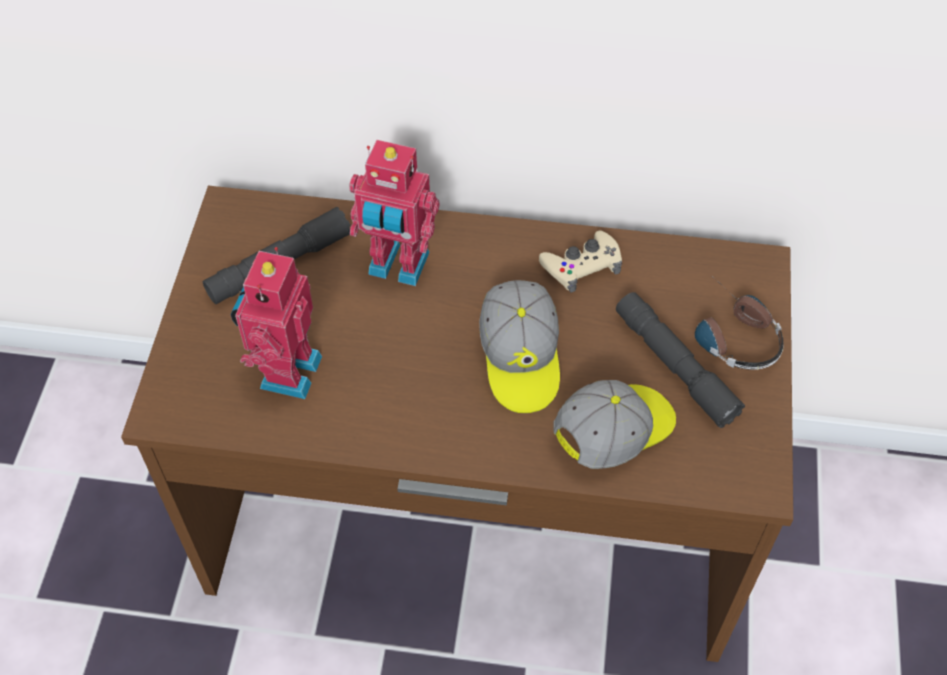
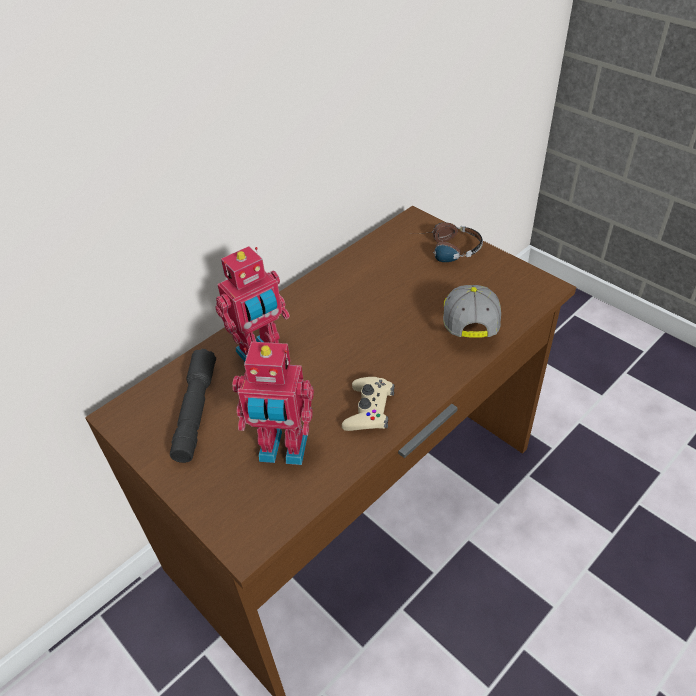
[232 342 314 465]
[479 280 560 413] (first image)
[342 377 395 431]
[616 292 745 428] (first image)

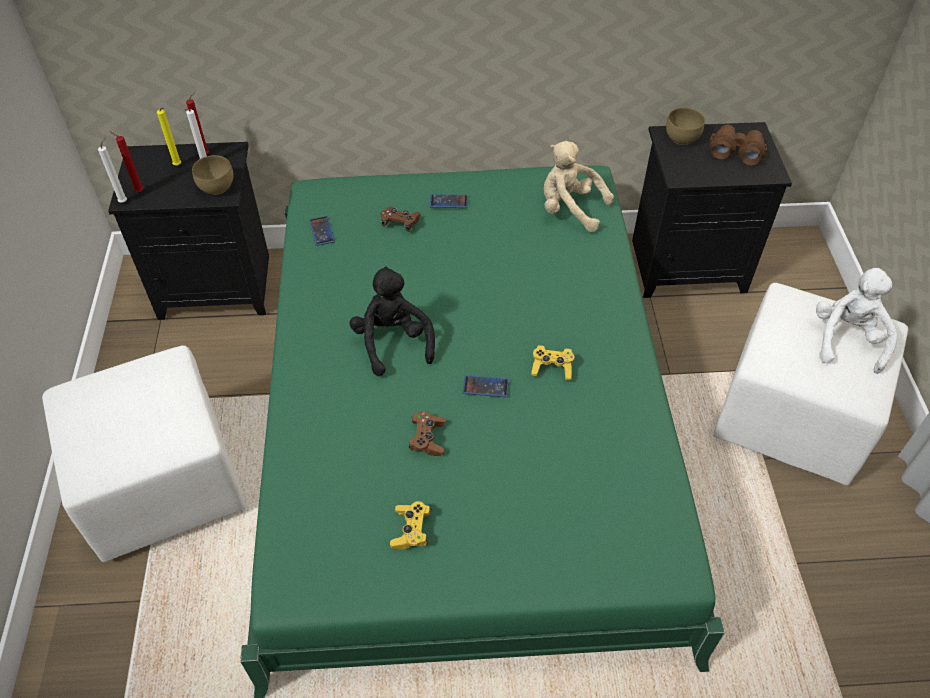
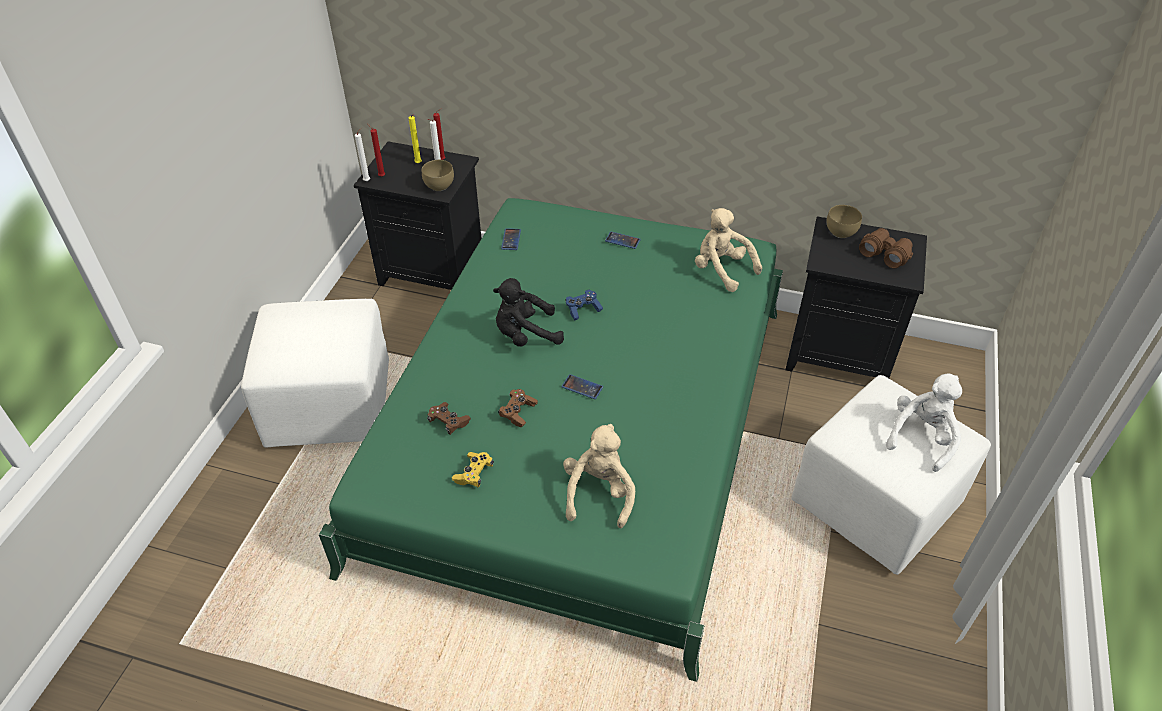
[493 278 564 347]
[427 402 471 435]
[531 345 575 380] (first image)
[563 424 635 528]
[566 290 603 320]

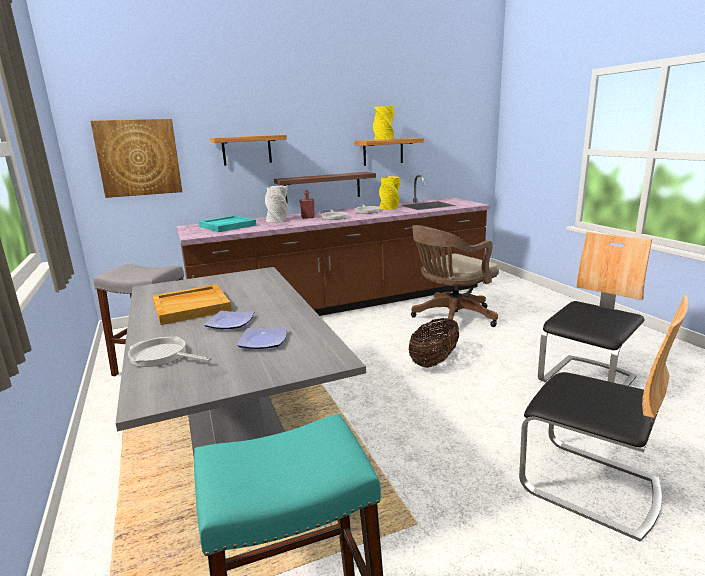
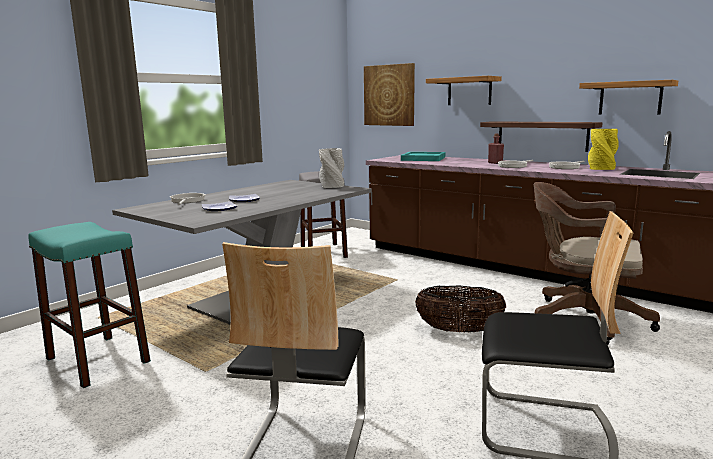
[152 284 232 325] (first image)
[319 148 344 188]
[373 106 395 140] (first image)

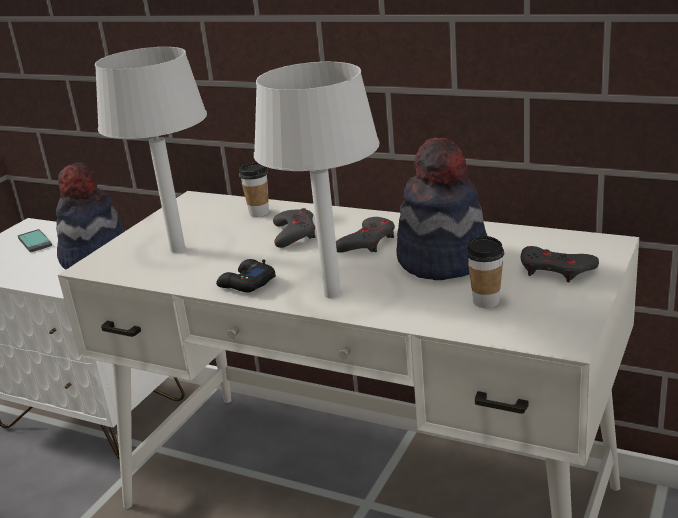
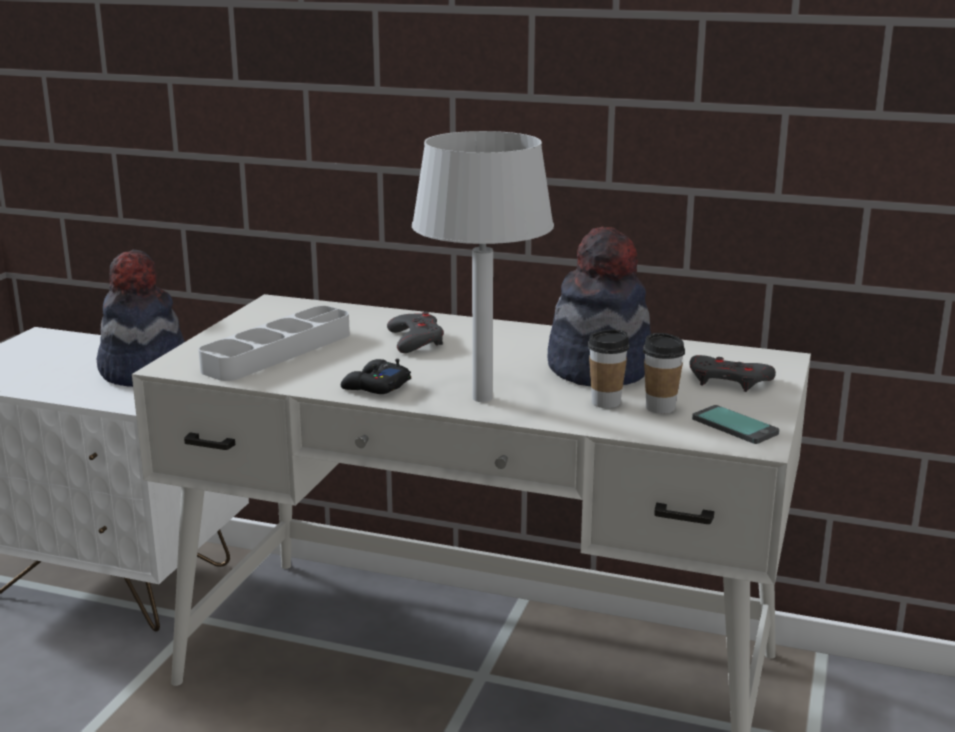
[692 405 779 444]
[198 306 350 381]
[588 329 629 408]
[336 217 395 253] (first image)

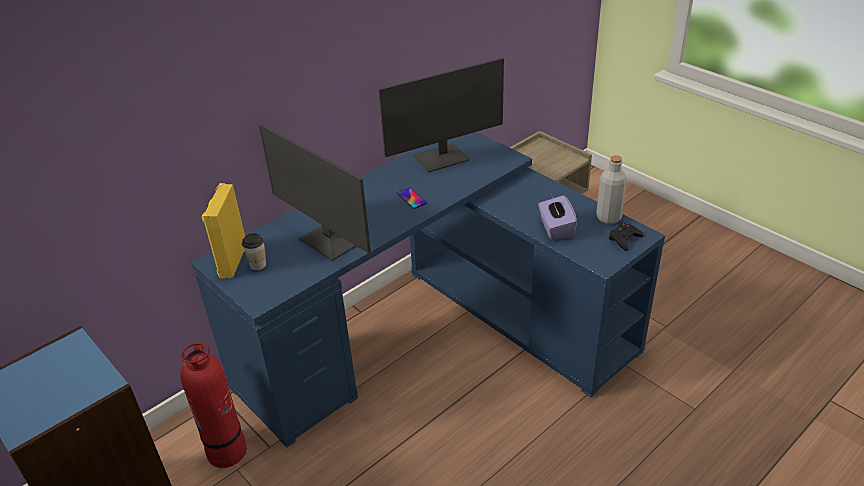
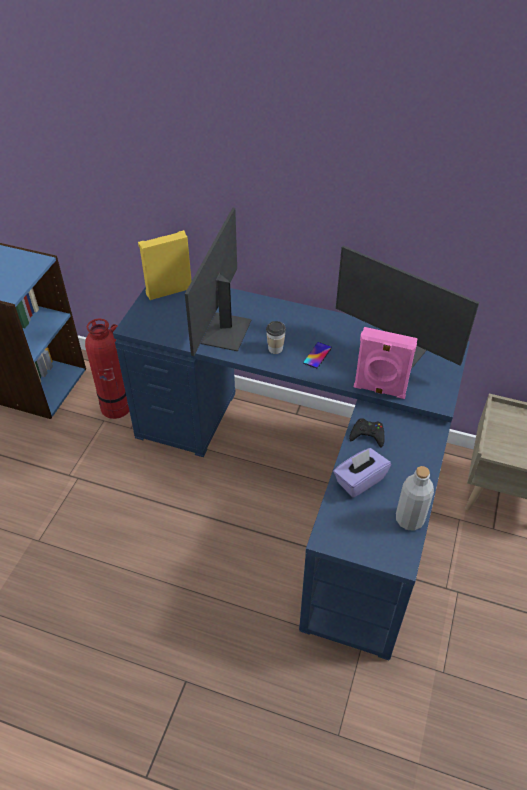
[266 321 286 354]
[349 418 385 448]
[354 327 418 399]

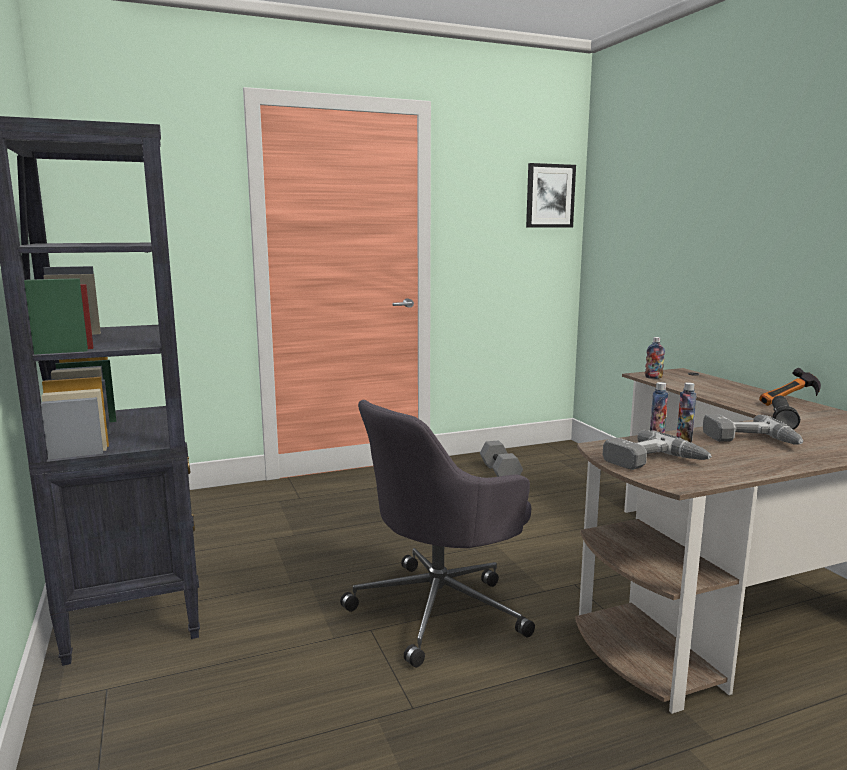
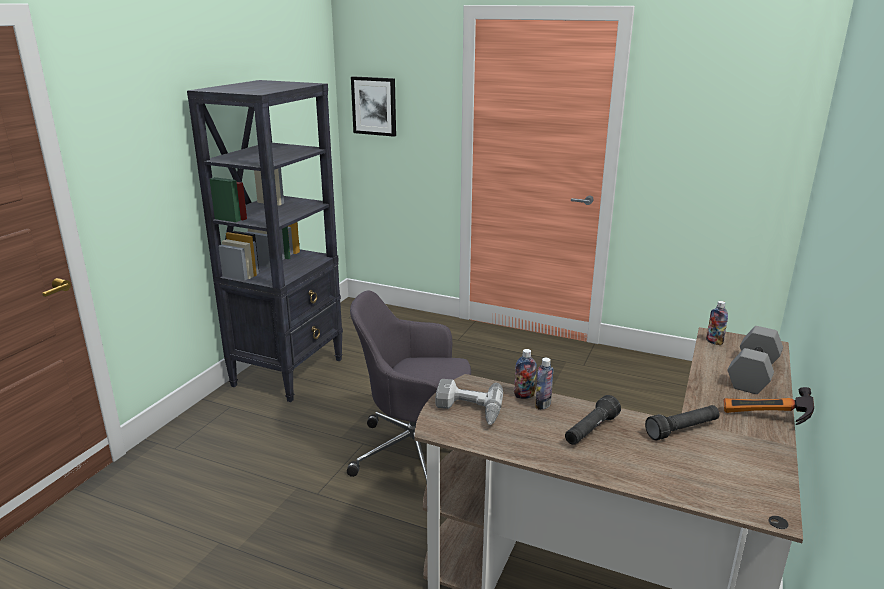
[728 326 783 394]
[351 76 396 137]
[565 395 621 445]

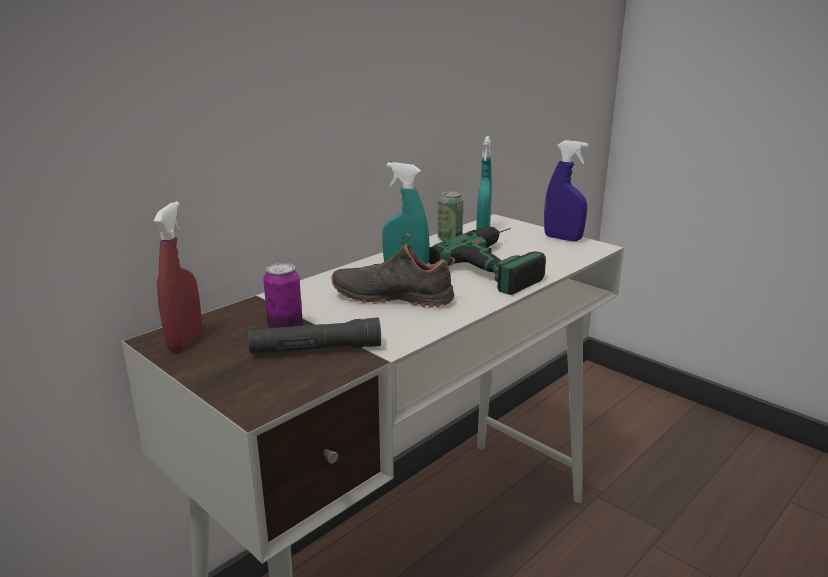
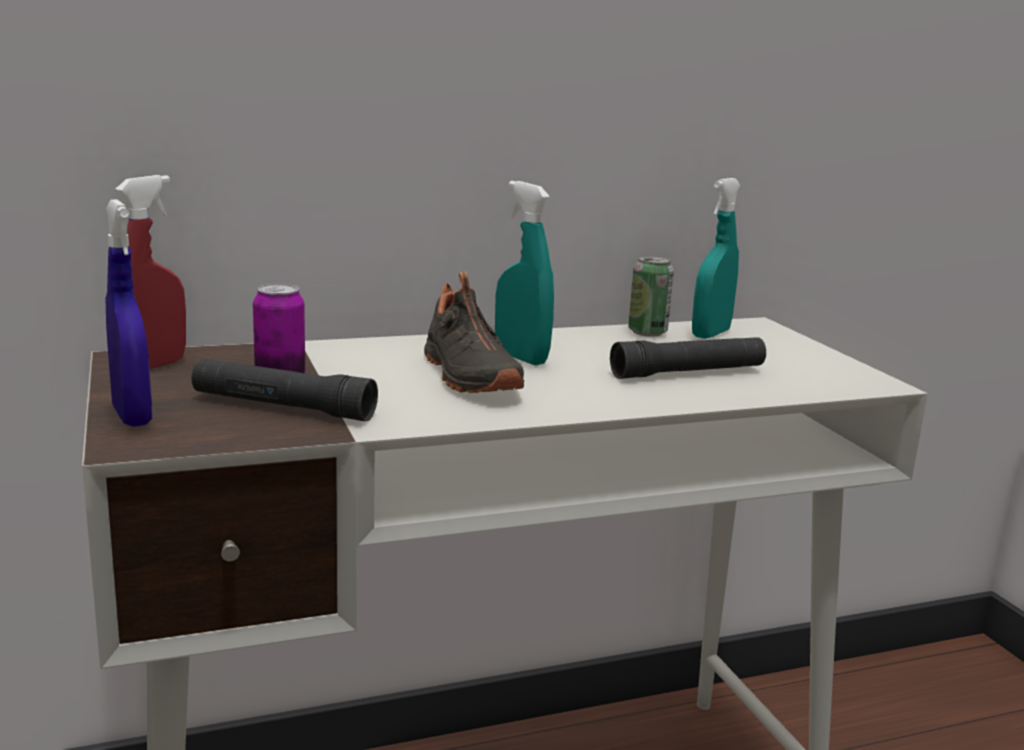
[424 271 524 393]
[610 337 766 379]
[105 199 152 427]

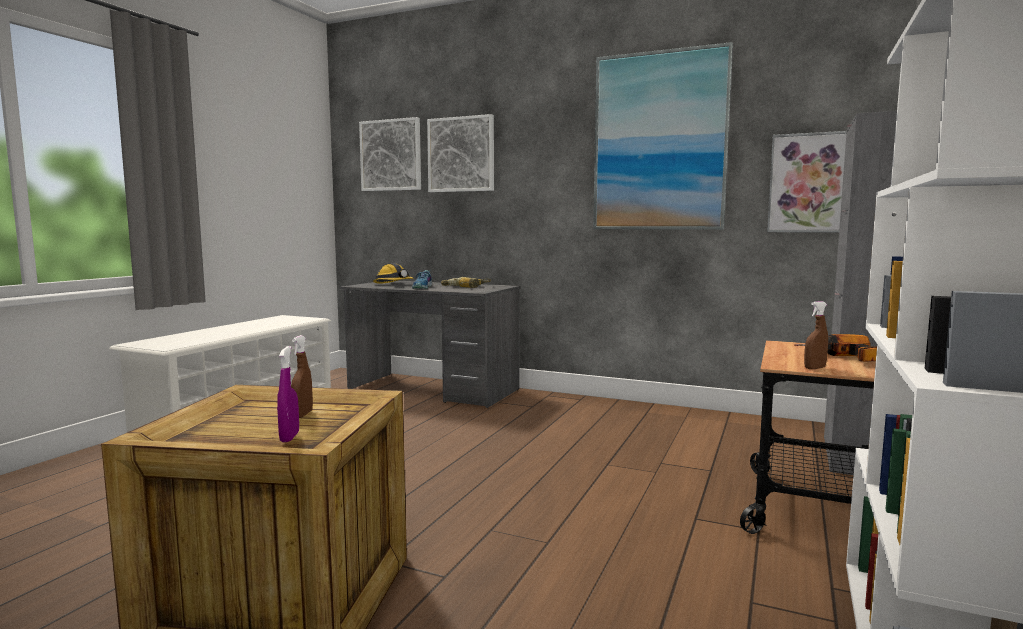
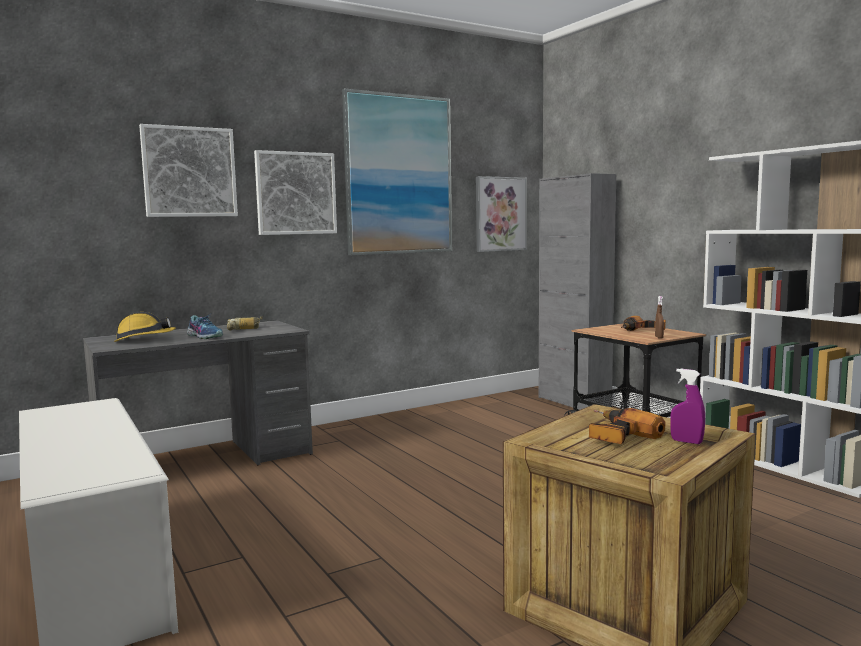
[589 408 665 444]
[254 150 337 235]

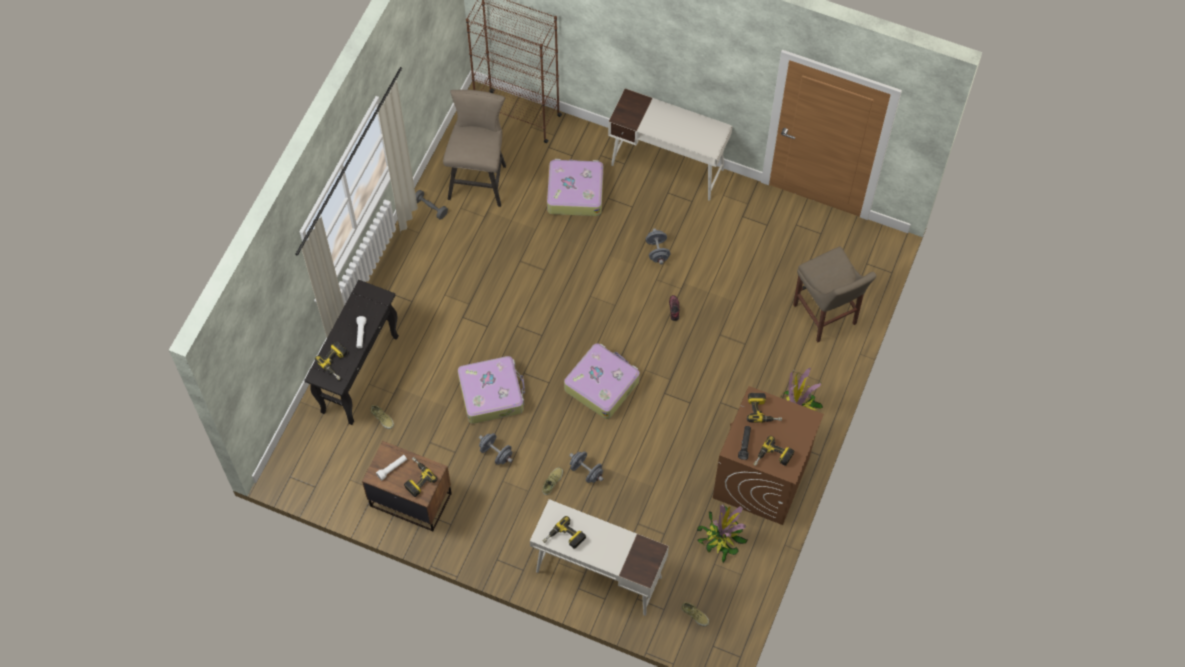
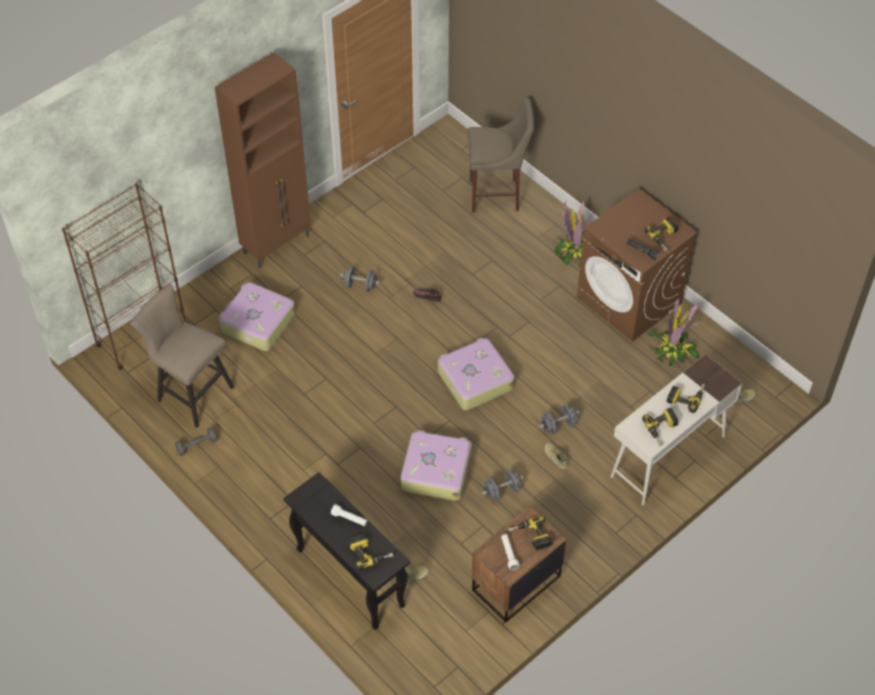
[215 52 311 268]
[666 384 706 413]

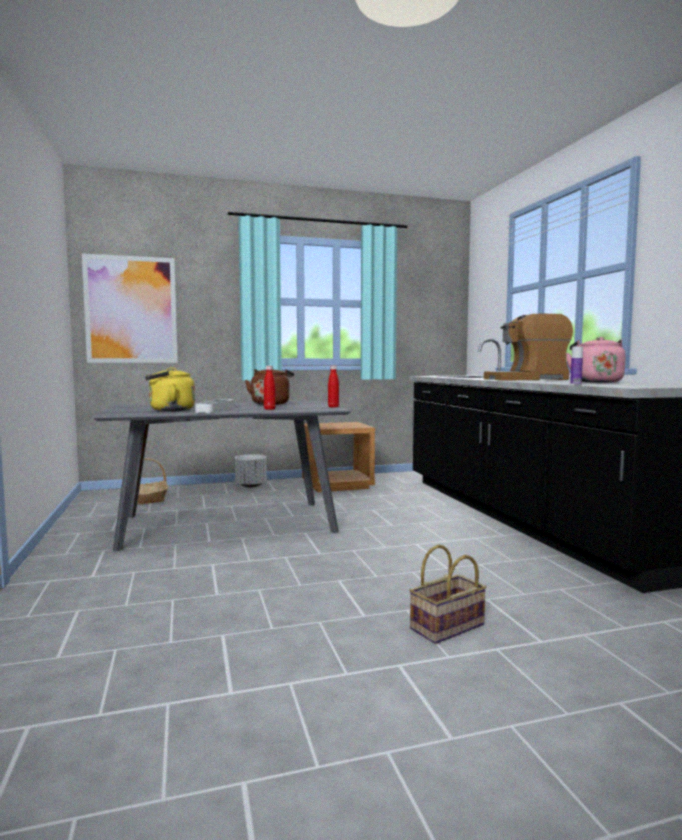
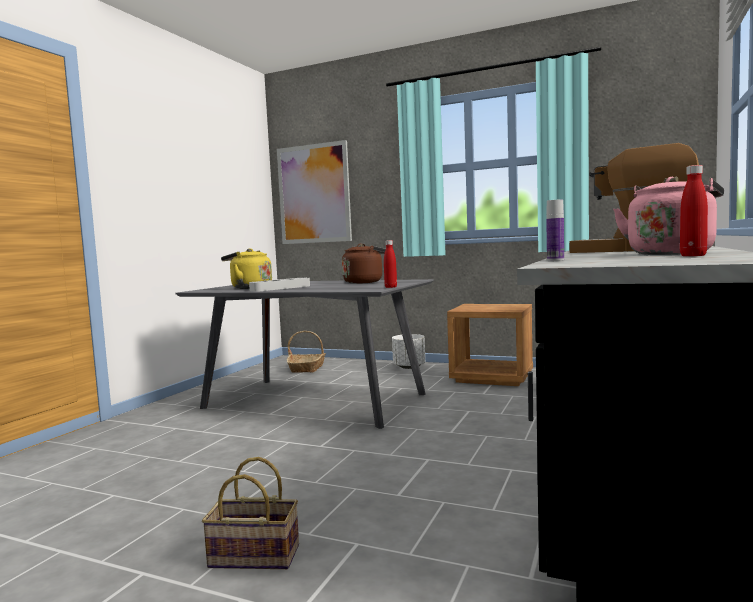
[680 165 708 256]

